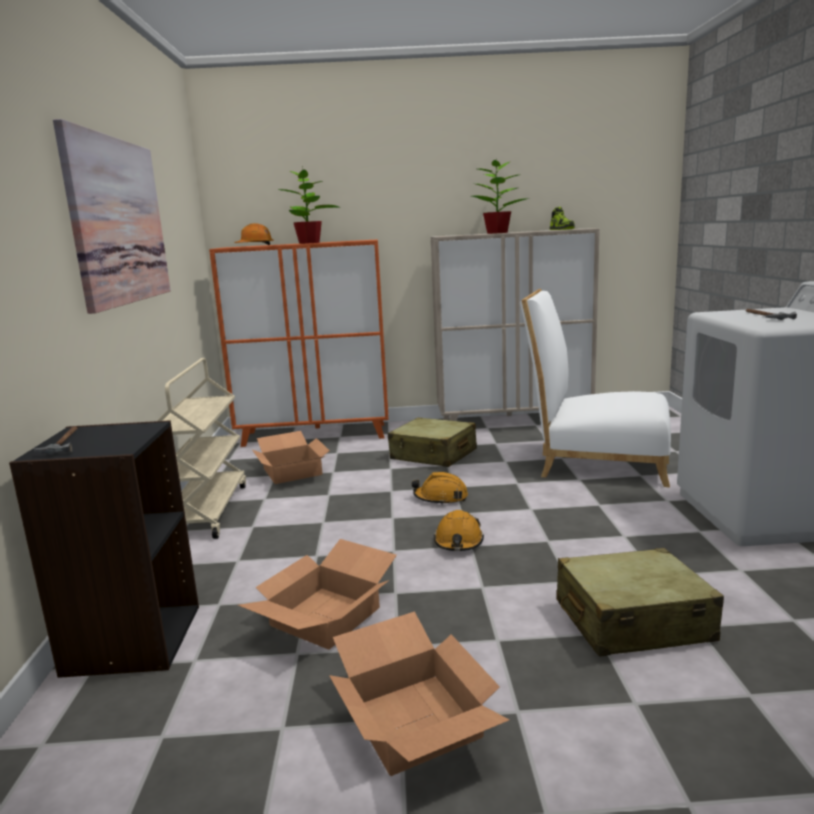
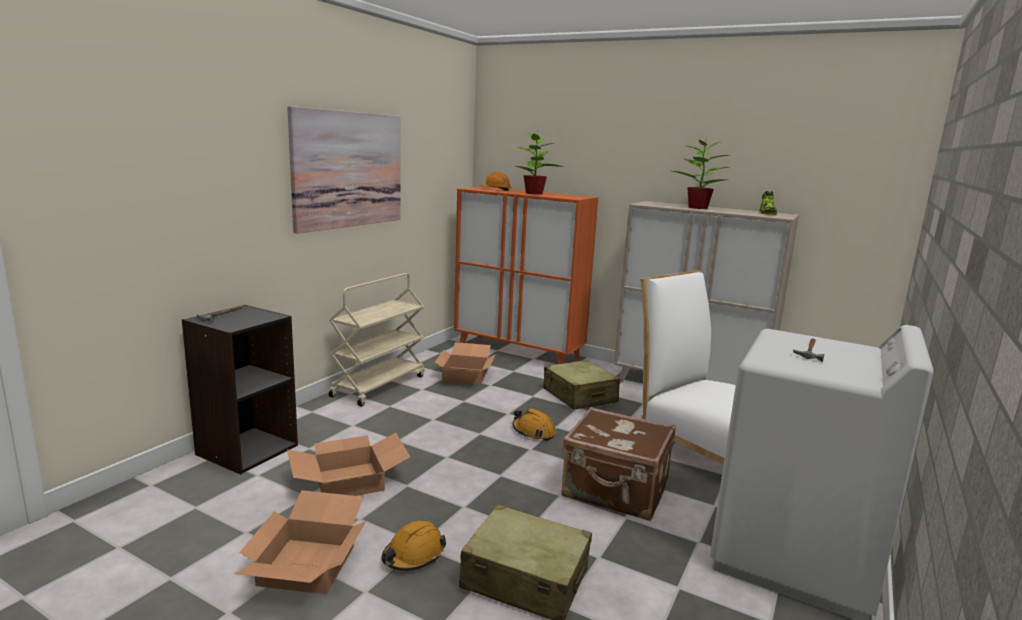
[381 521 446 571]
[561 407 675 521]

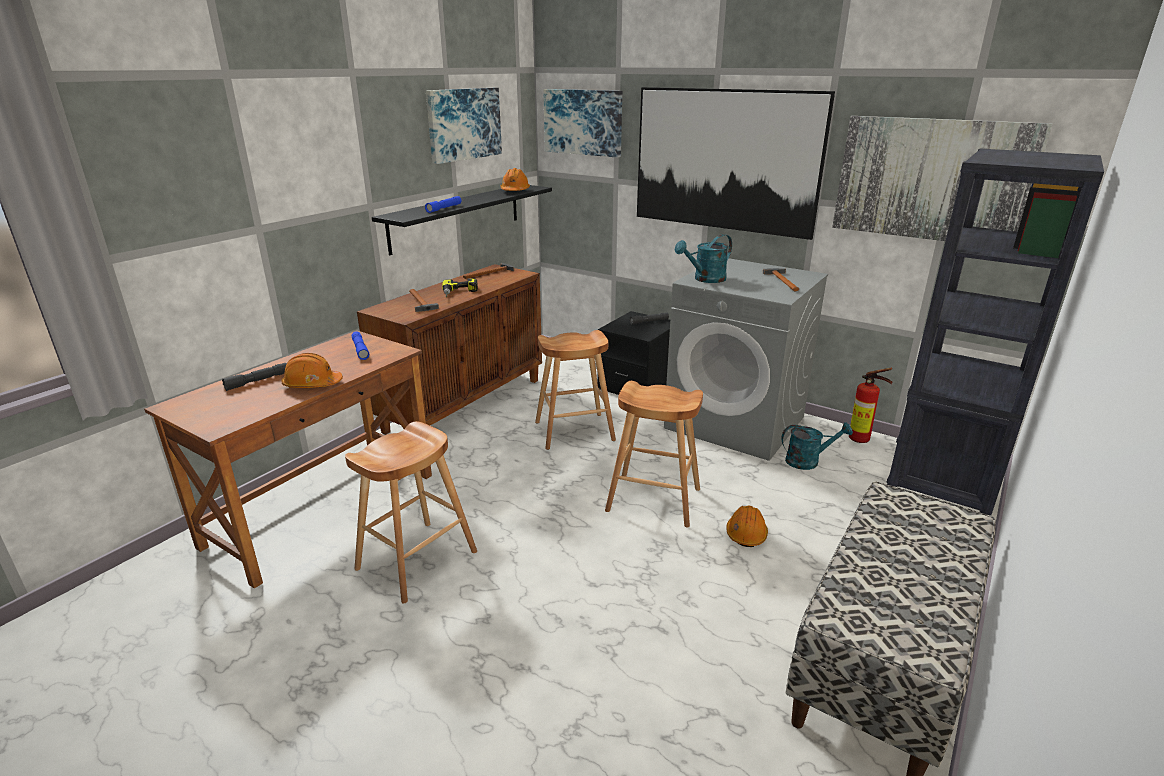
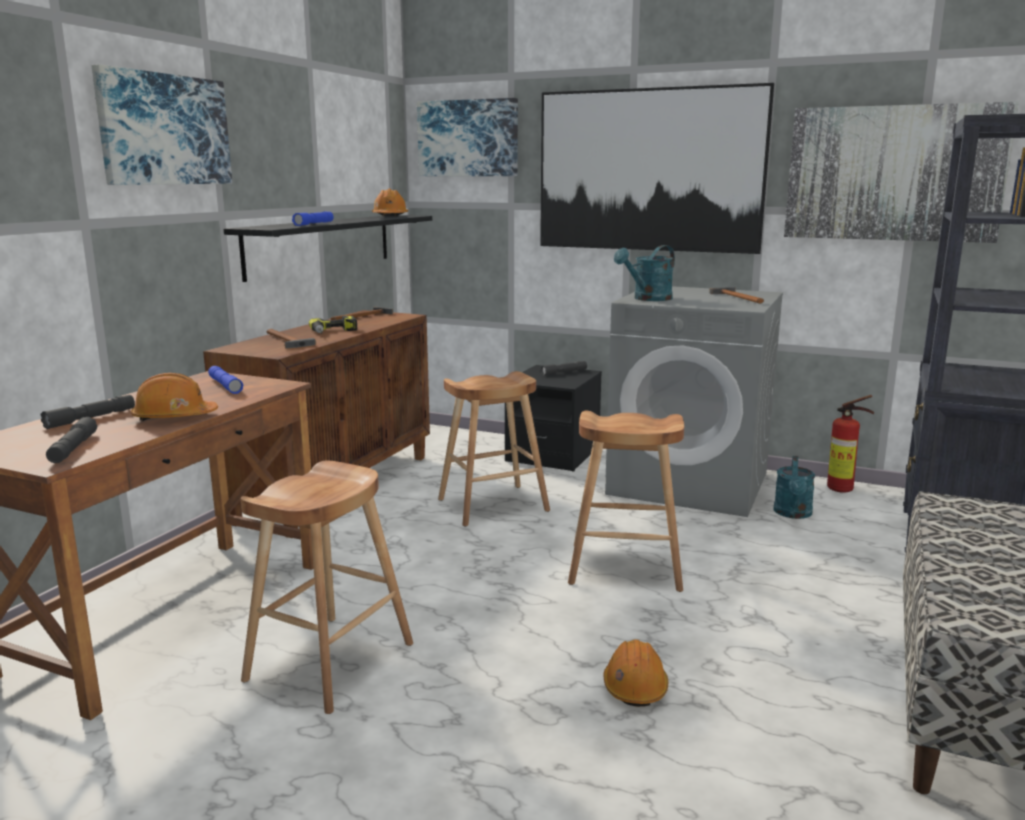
[91 64 232 185]
[604 640 668 707]
[774 456 815 519]
[46 417 97 463]

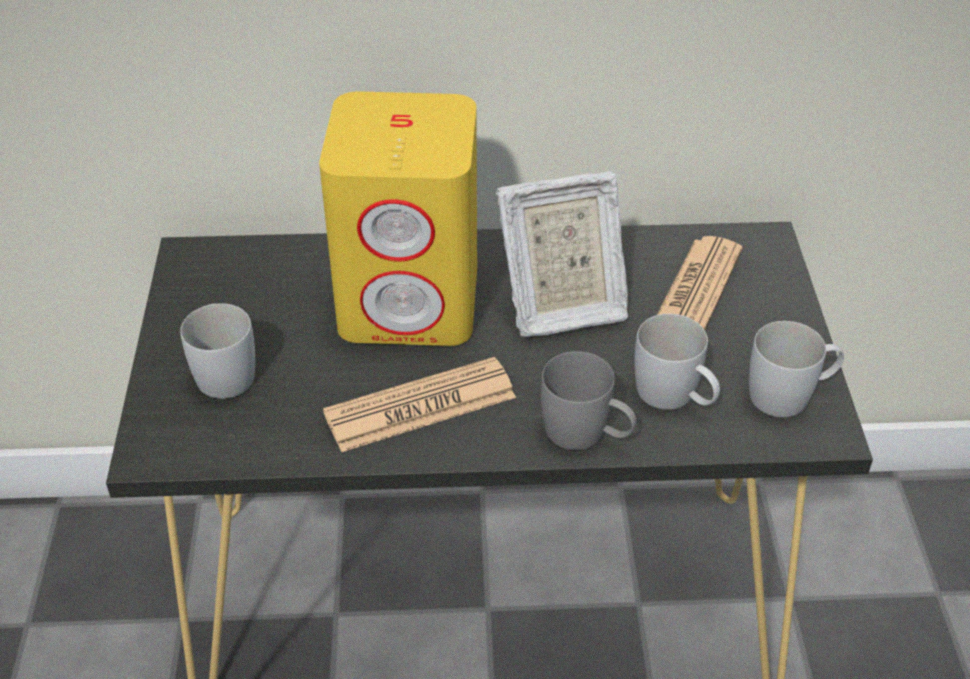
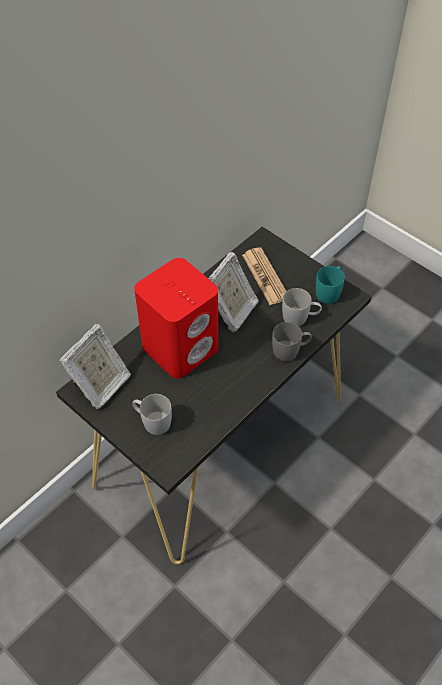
[134 258 218 378]
[323 357 516 452] (first image)
[316 266 345 304]
[59 323 131 409]

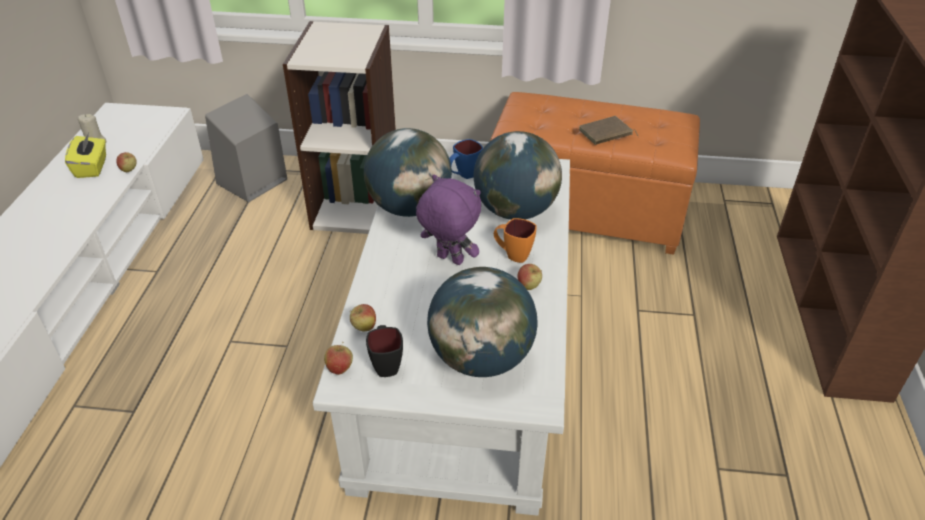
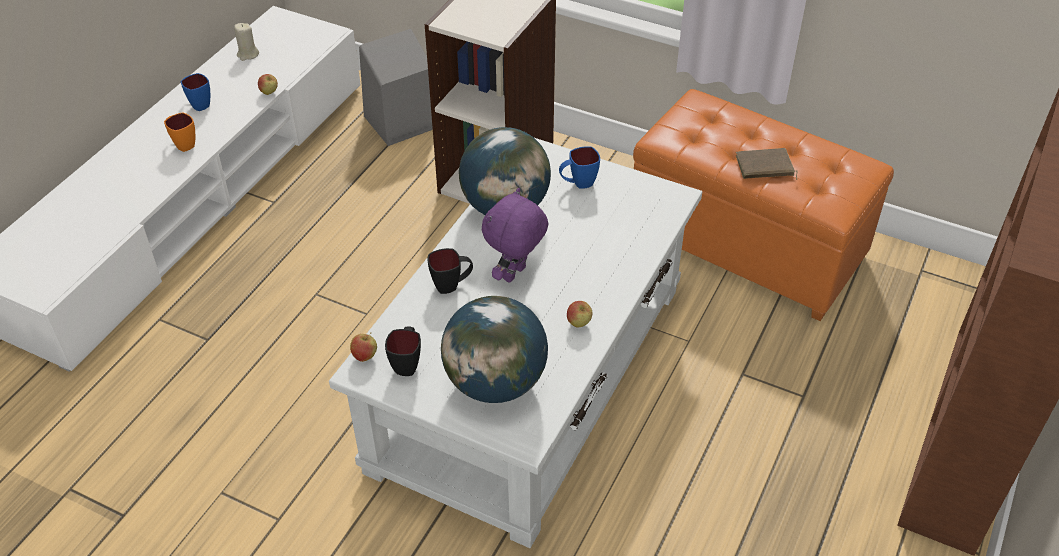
[65 132 106 178] (first image)
[350 304 376 332] (first image)
[482 188 549 283]
[474 131 562 220] (first image)
[164 112 195 152]
[181 73 210 111]
[427 248 473 294]

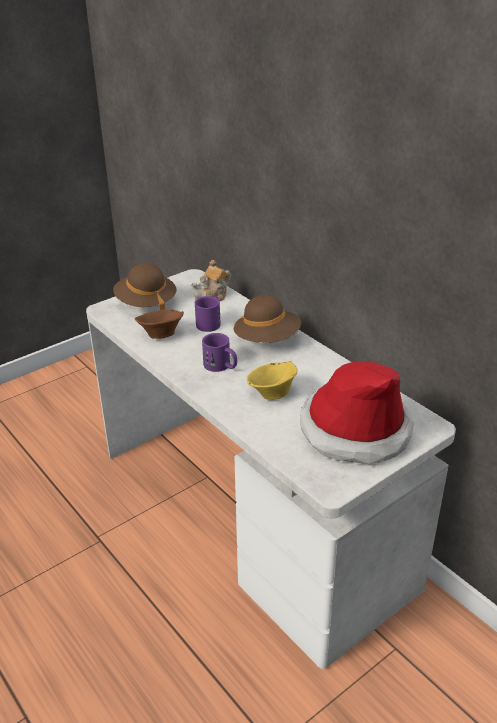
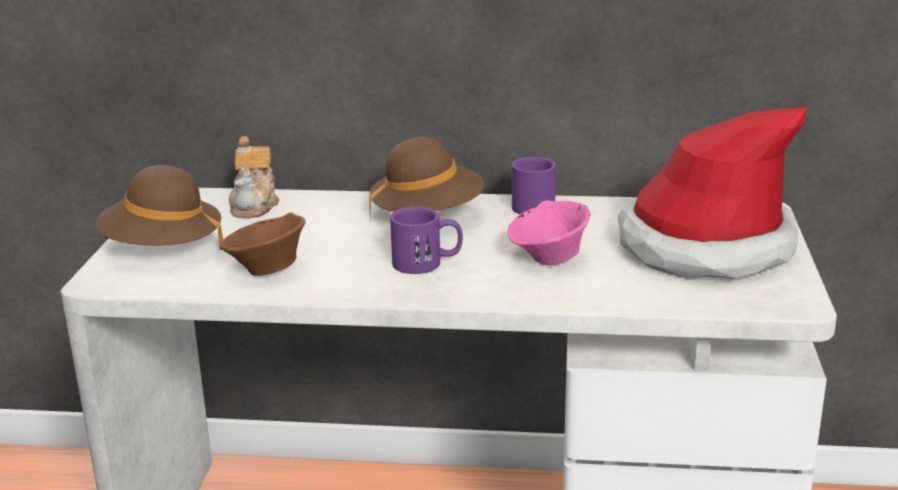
[512 157 556 214]
[508 200 590 265]

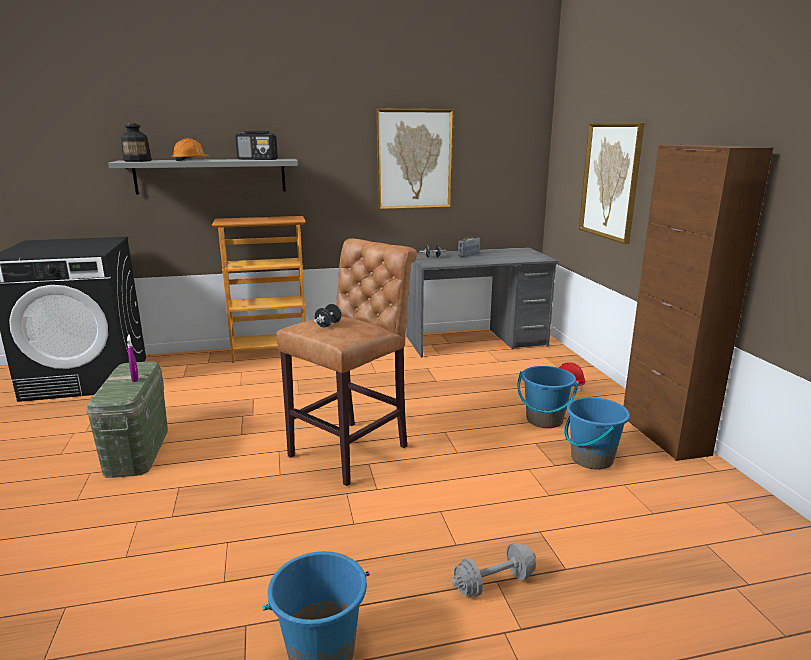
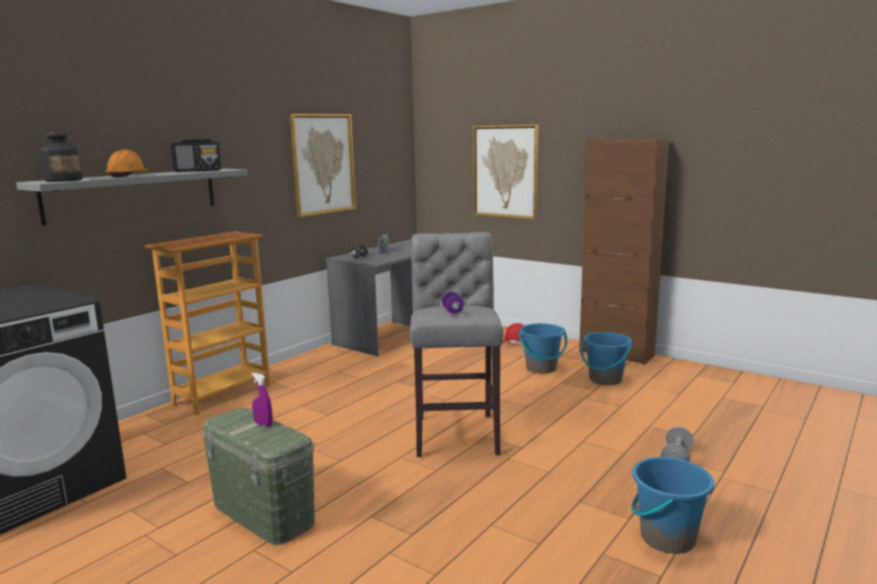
[410 232 503 457]
[442 292 464 314]

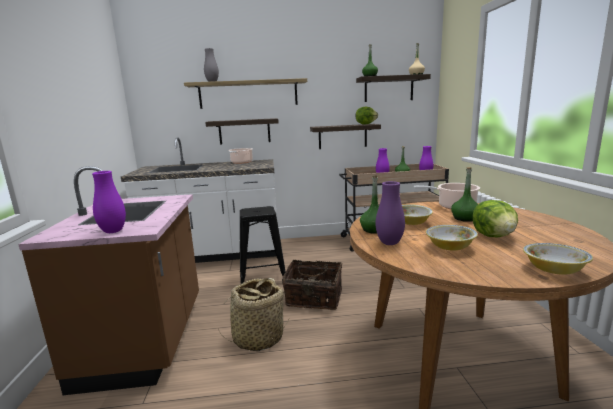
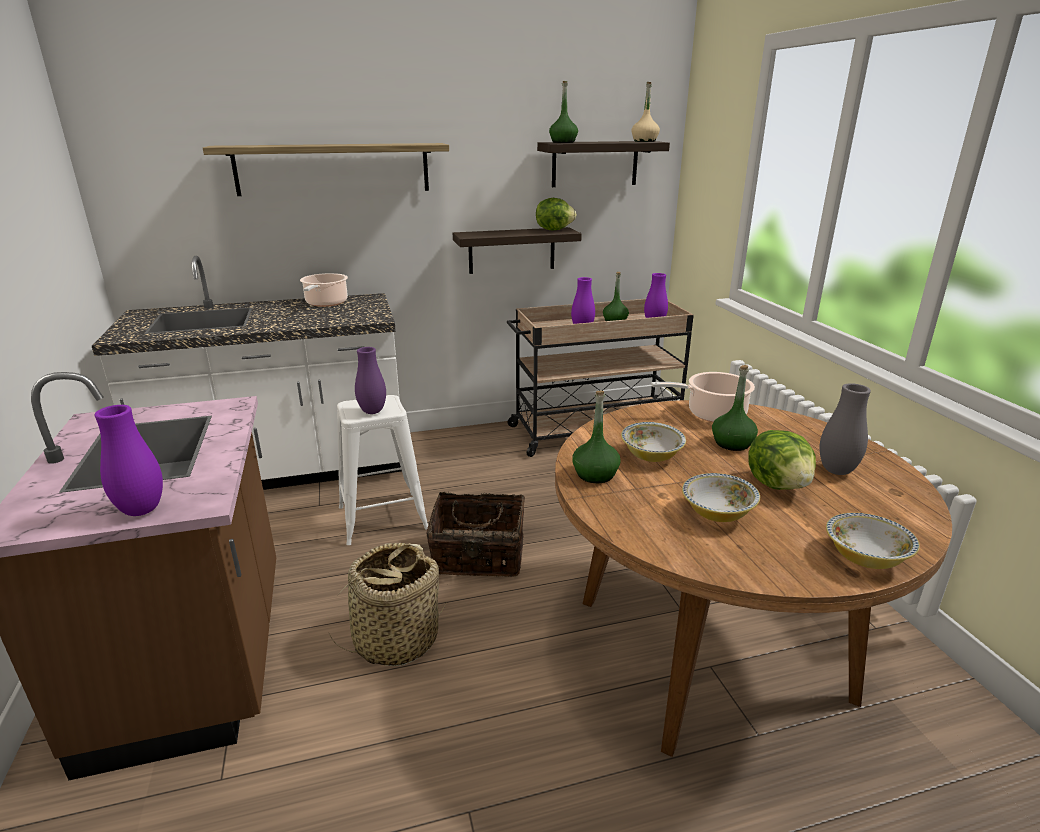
[820 383 871 475]
[205 118 279 145] (first image)
[337 395 428 545]
[355 347 386 414]

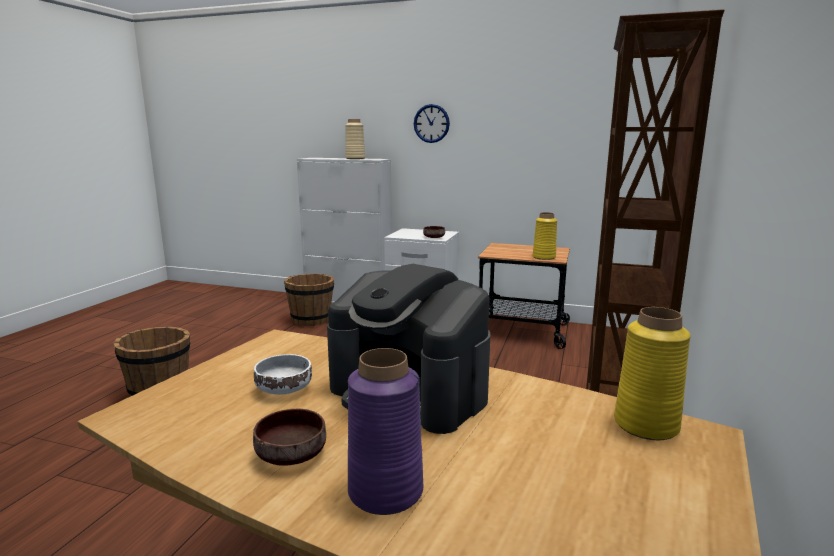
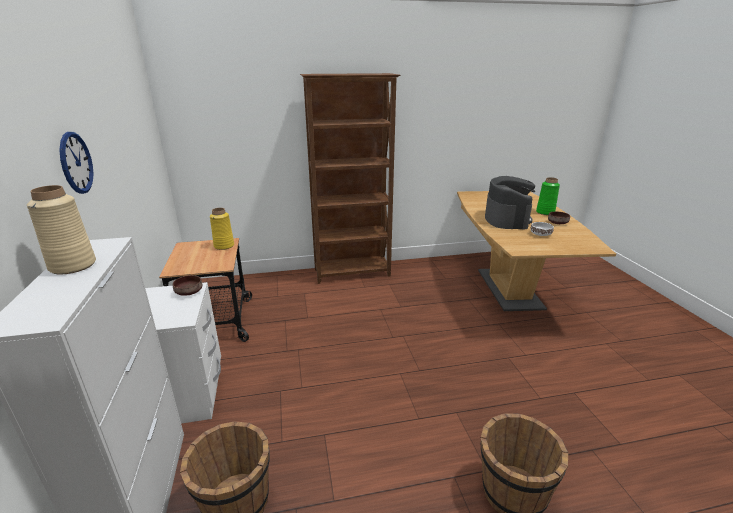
[536 177 560 215]
[614 307 691 440] (first image)

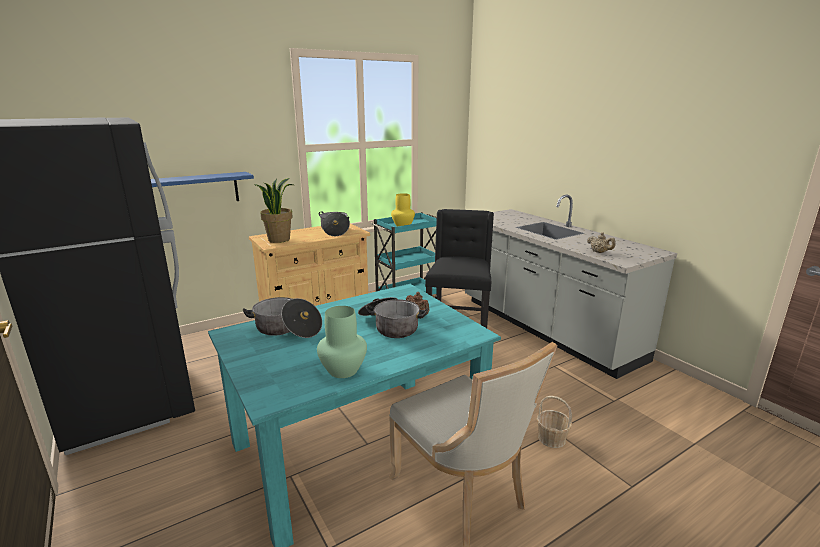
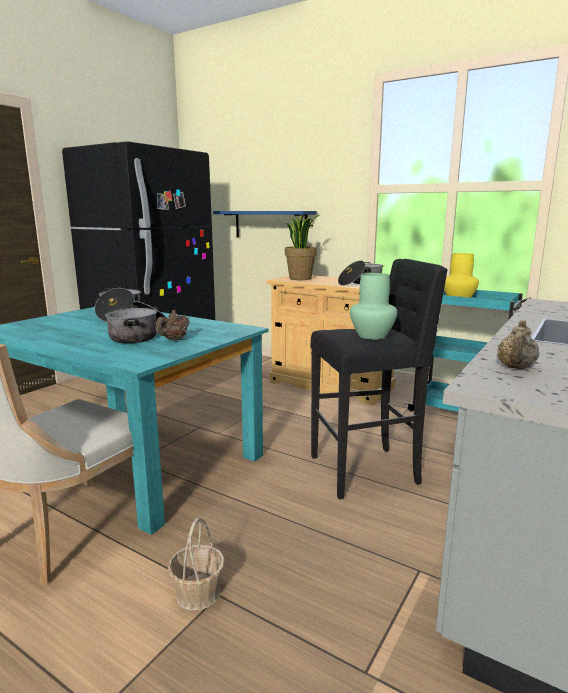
[350 273 397 340]

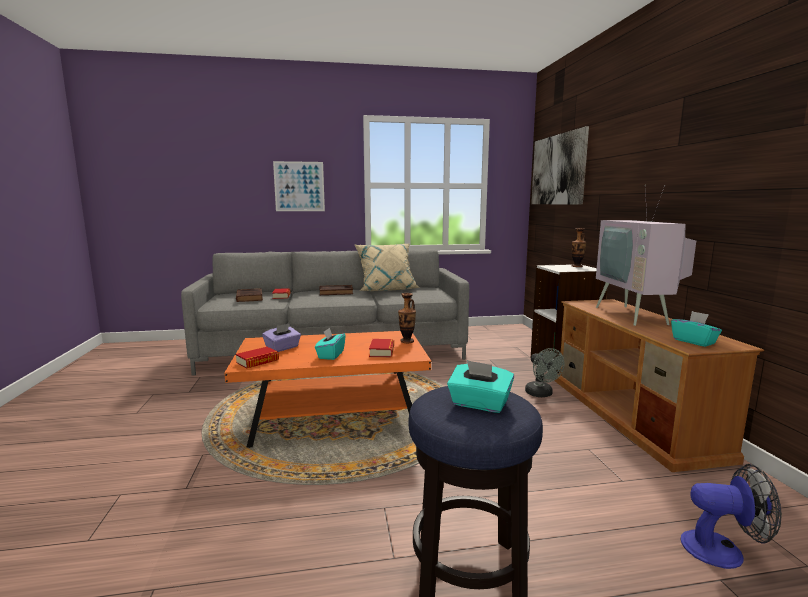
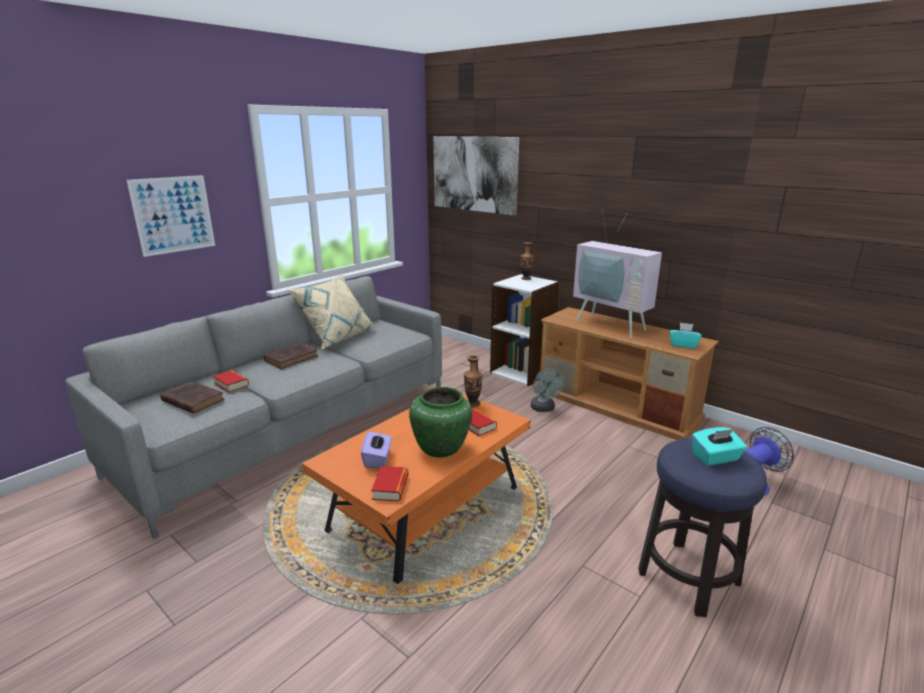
[409 387 472 458]
[531 369 564 412]

